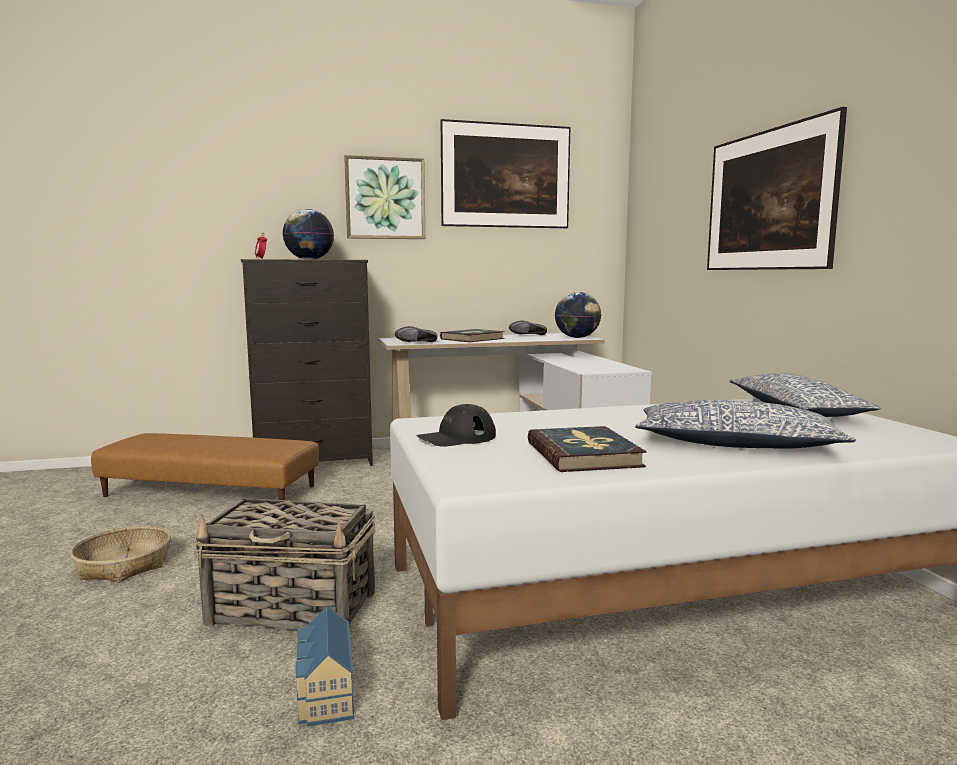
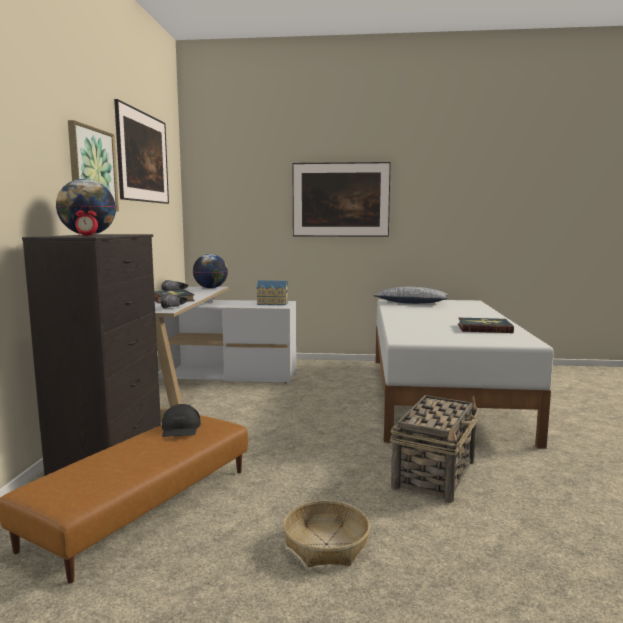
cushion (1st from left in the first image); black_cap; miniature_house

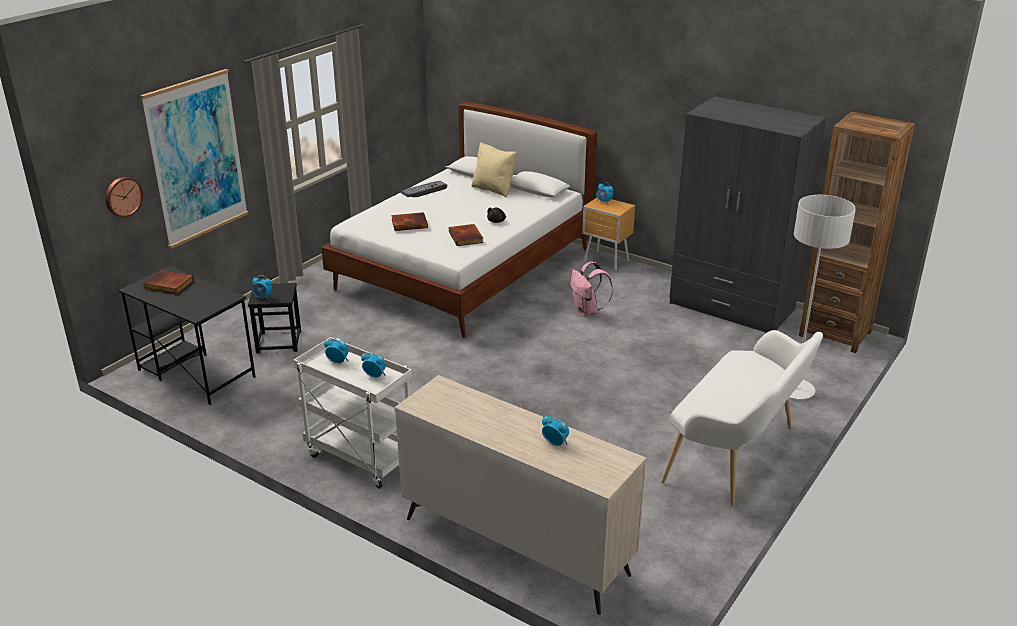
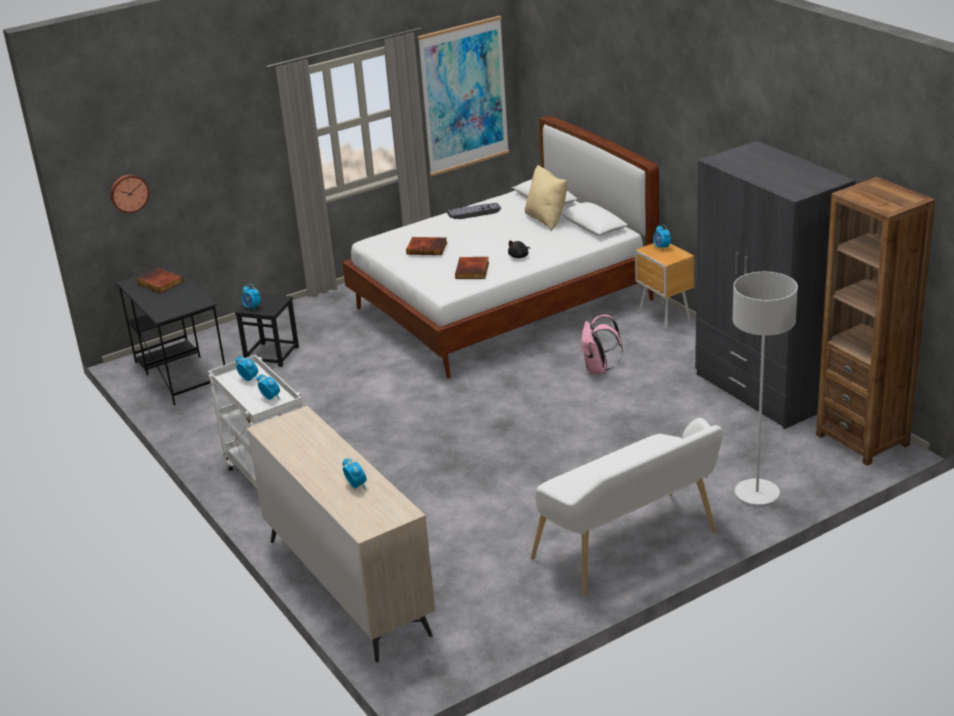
wall_picture

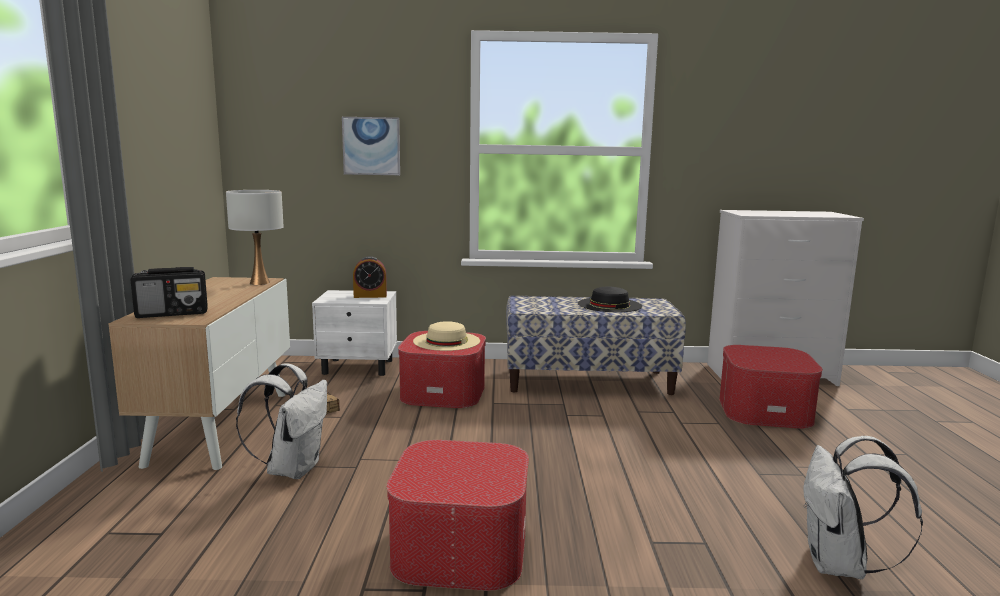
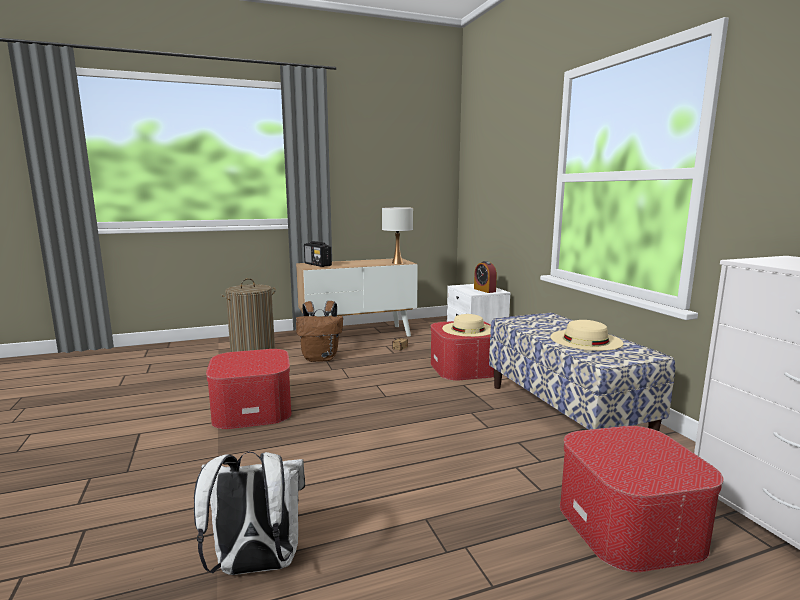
wall_picture; beige-coloured_clothing_hat (2nd from left); brown-coloured_knapsack; washing_basket

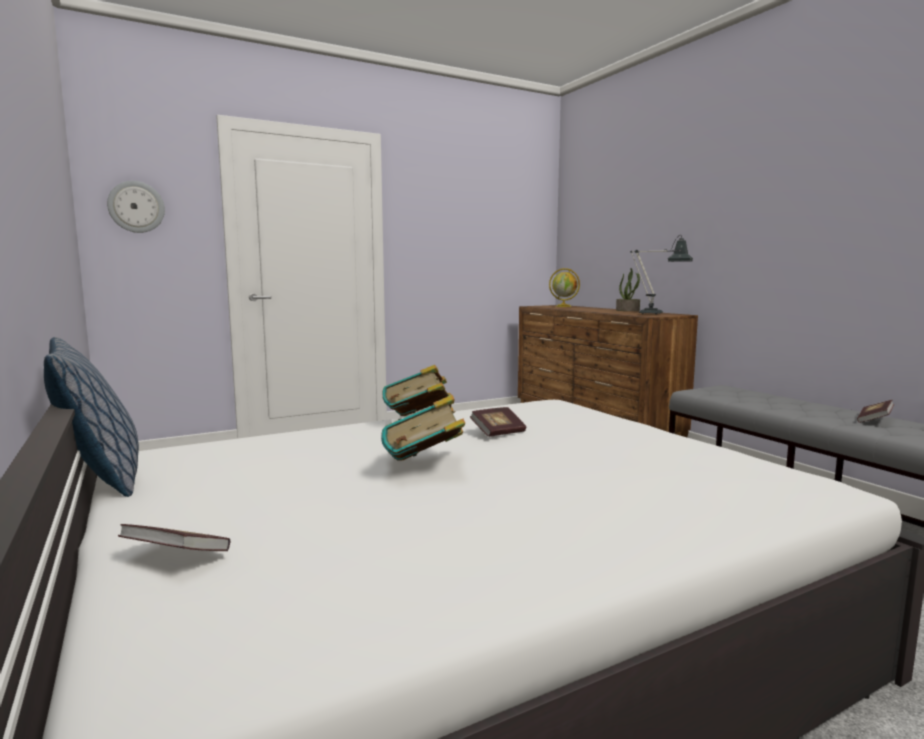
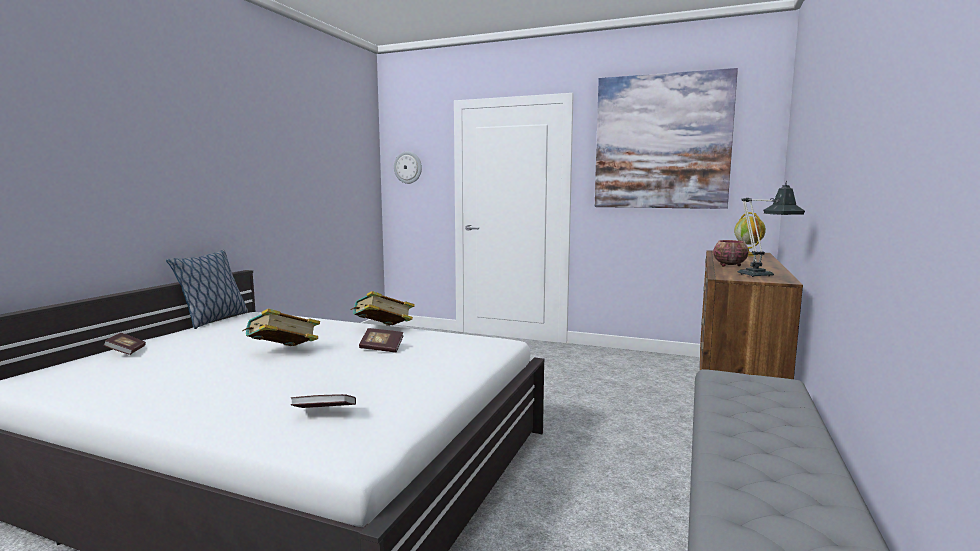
houseplant; volume (3rd from left); wall_picture; deep_dish

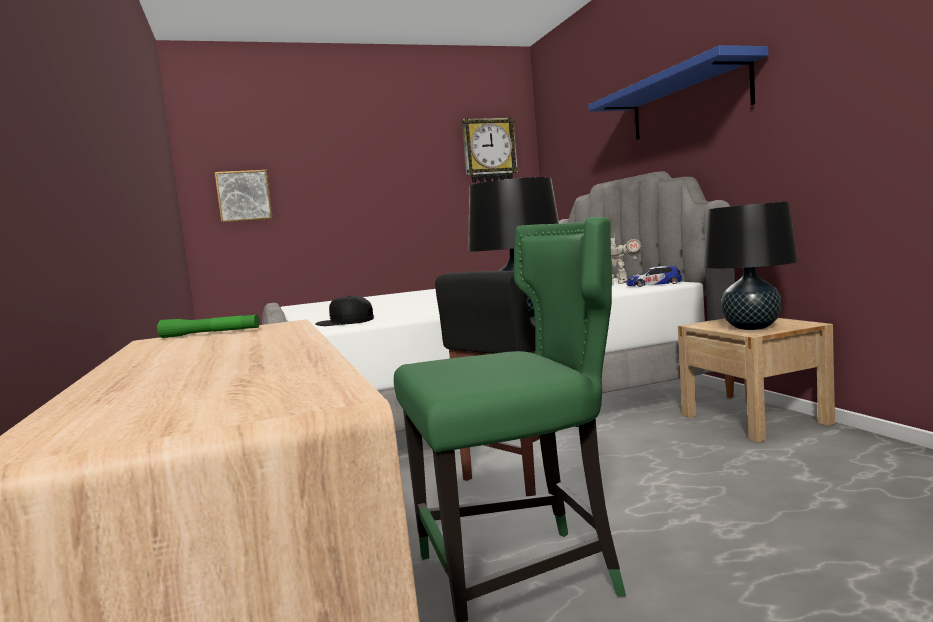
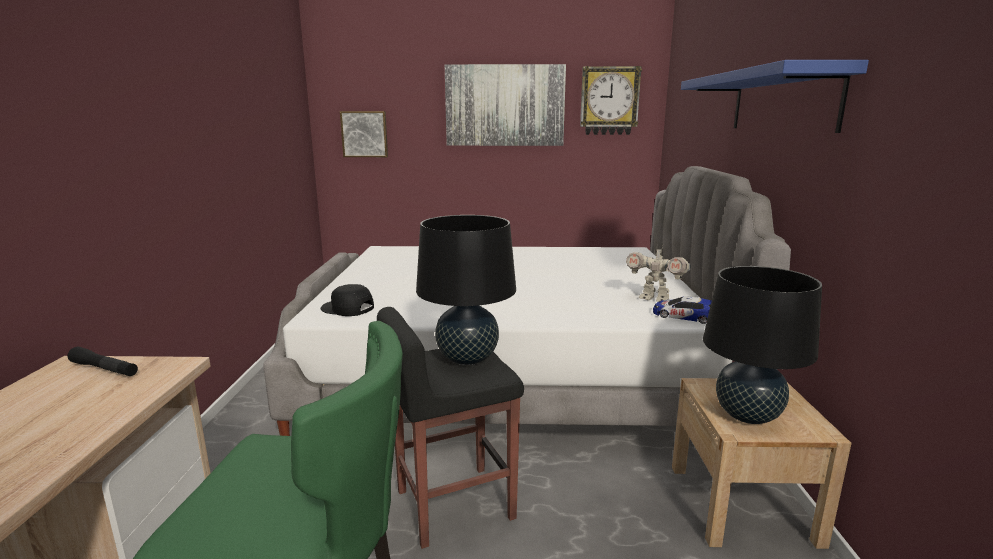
black_flashlight; wall_picture (2nd from left)

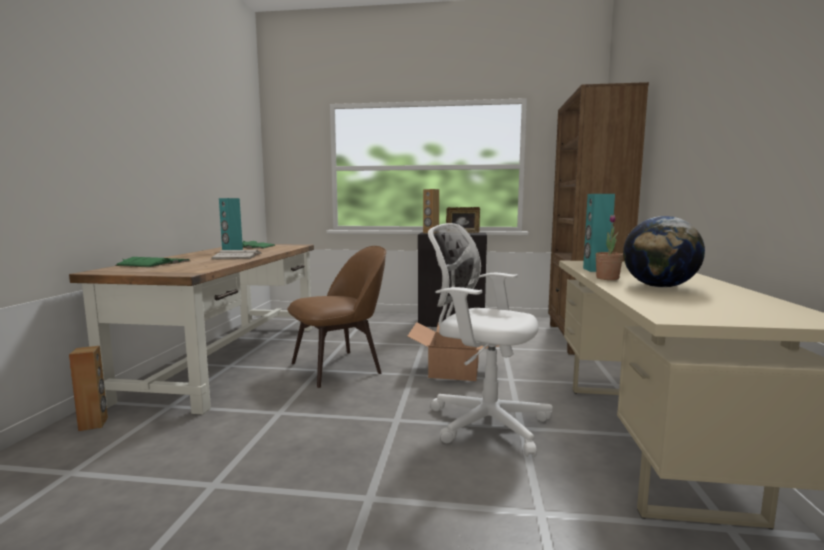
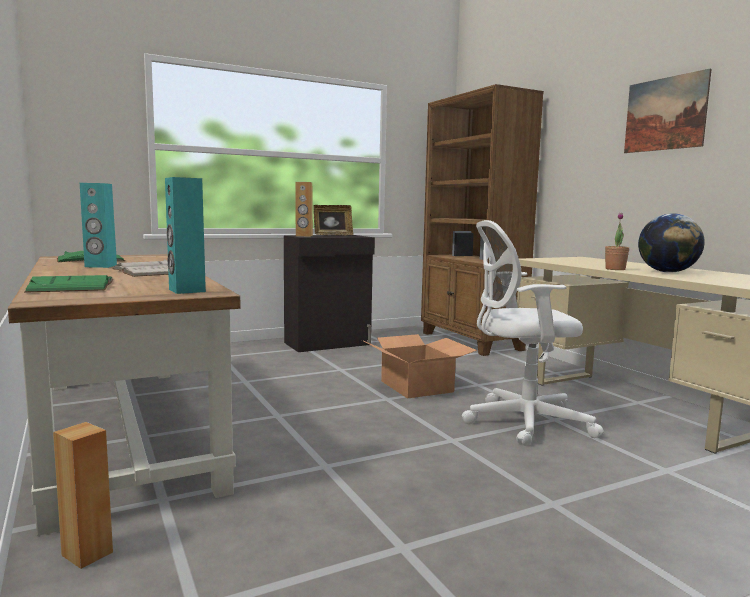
turquoise_loudspeaker (2nd from left); brown-coloured_chair; wall_picture

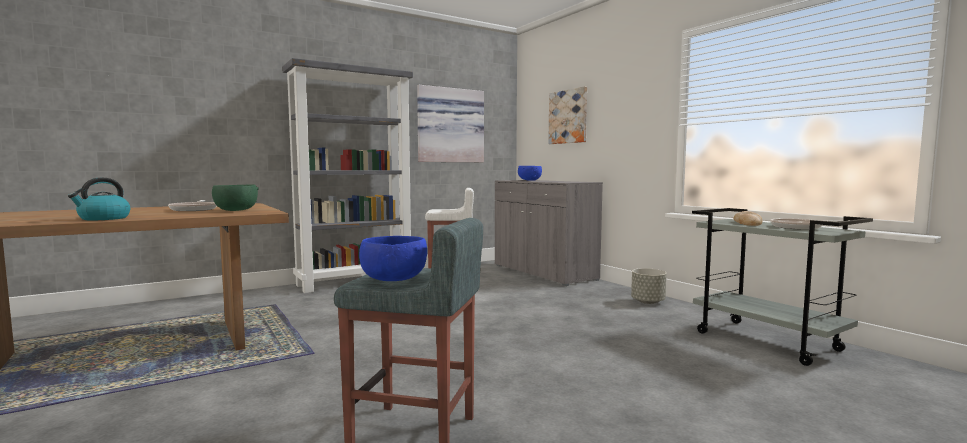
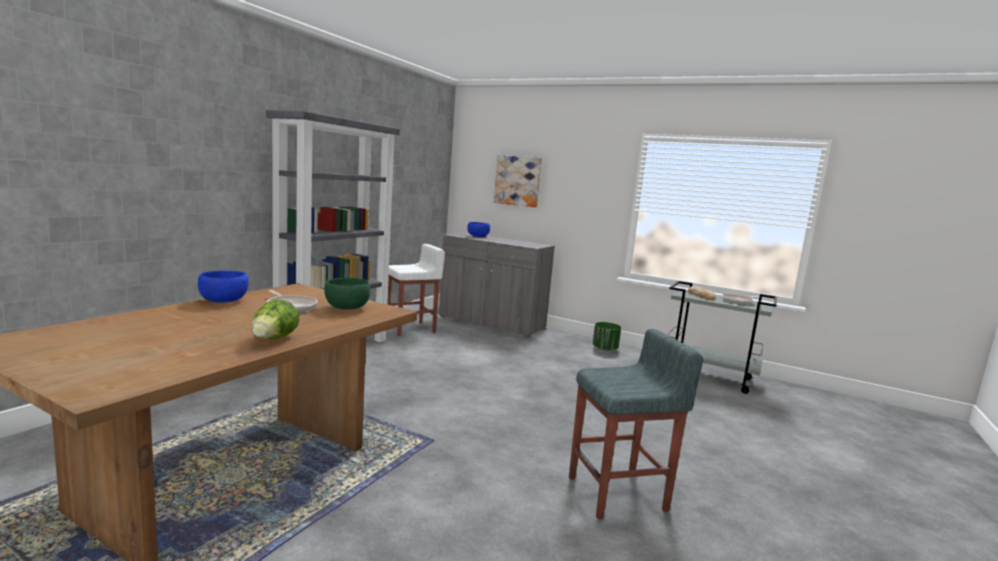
wall_picture (1st from left in the first image); head_of_lettuce; blue-coloured_deep_dish (1st from left); greenish_flower_pot

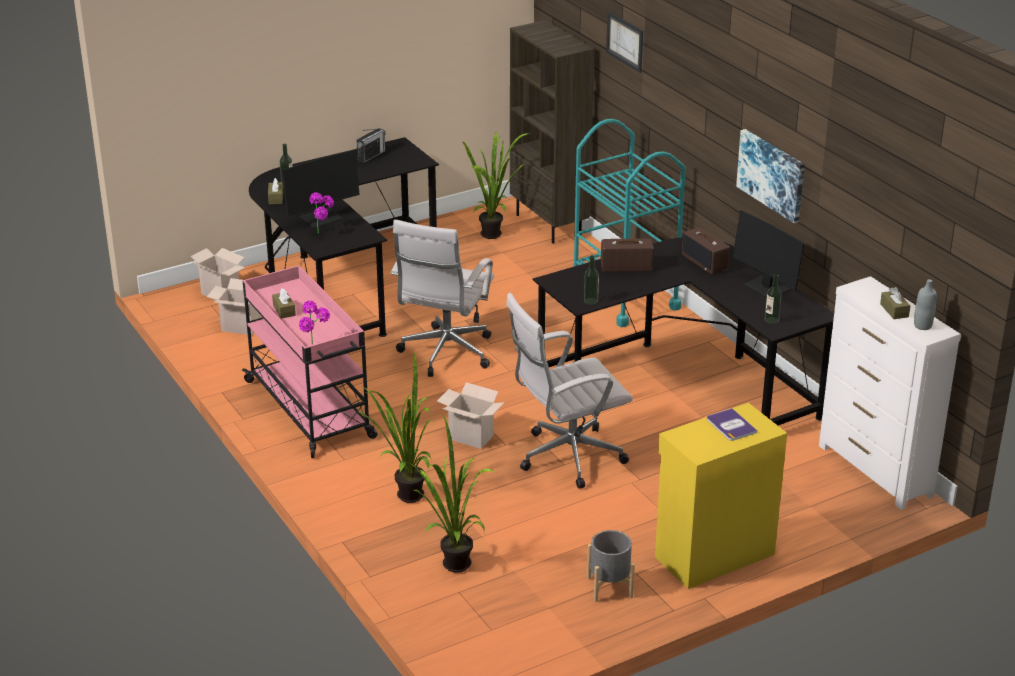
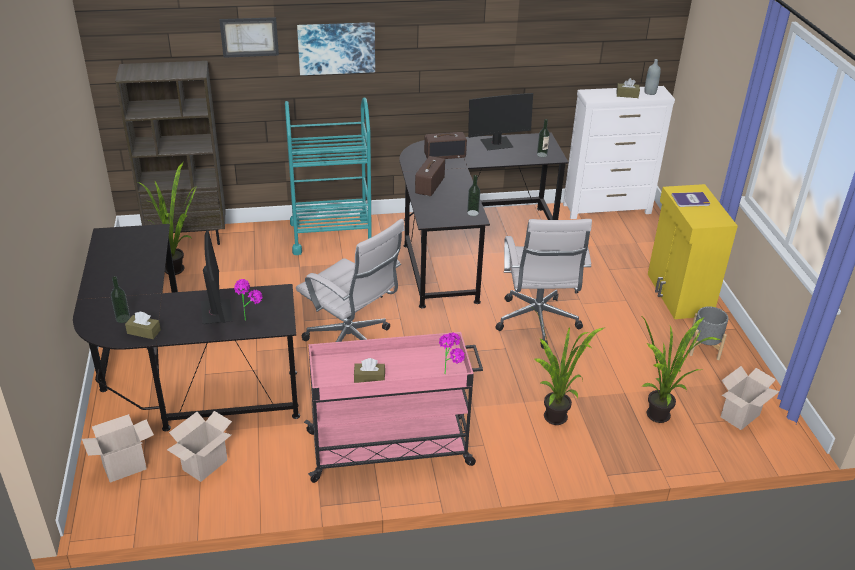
radio_receiver (1st from left in the first image); wall_picture (2nd from left); packing_box (3rd from left)

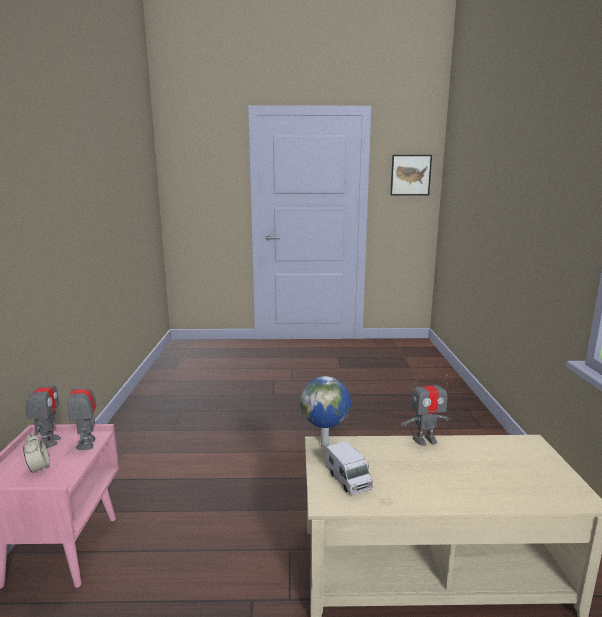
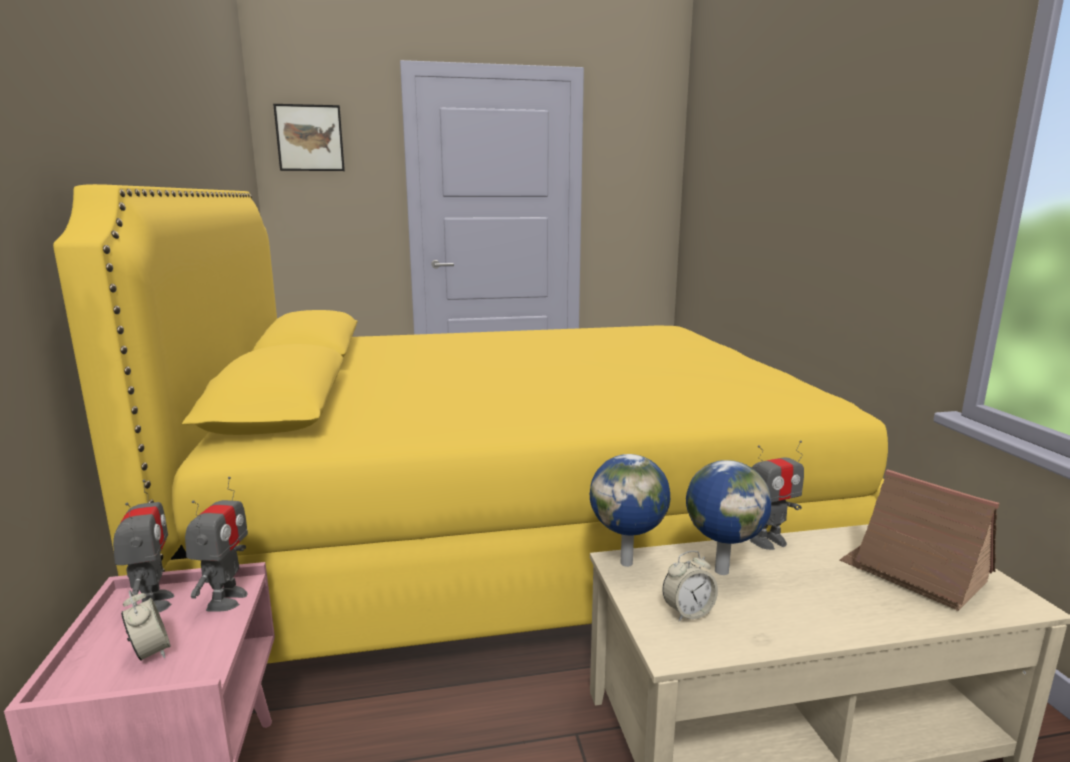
wall_picture; robot_figure (2nd from left); table_clock (2nd from left); yellow-coloured_bedroom_bed; globe (2nd from left); miniature_house

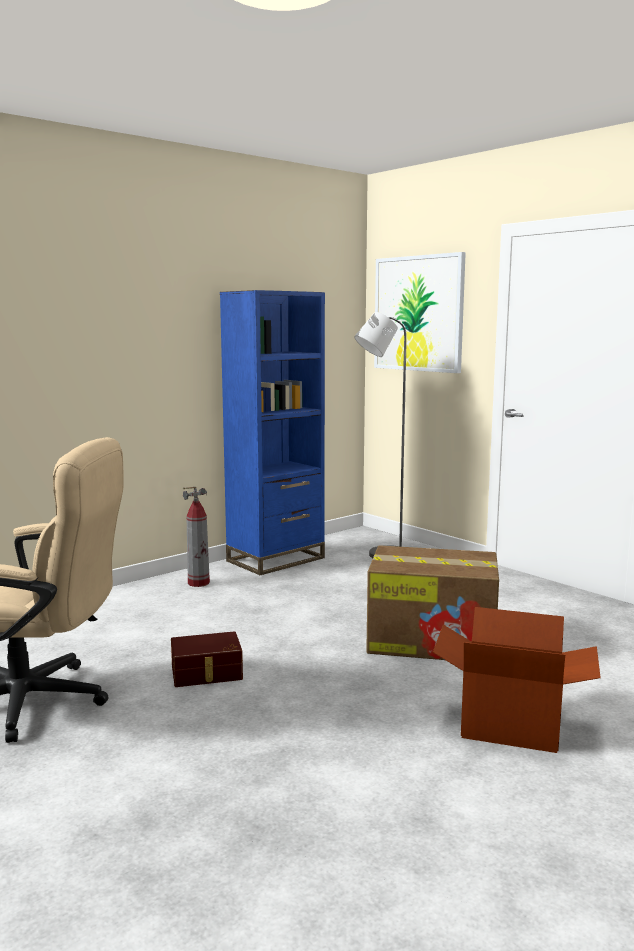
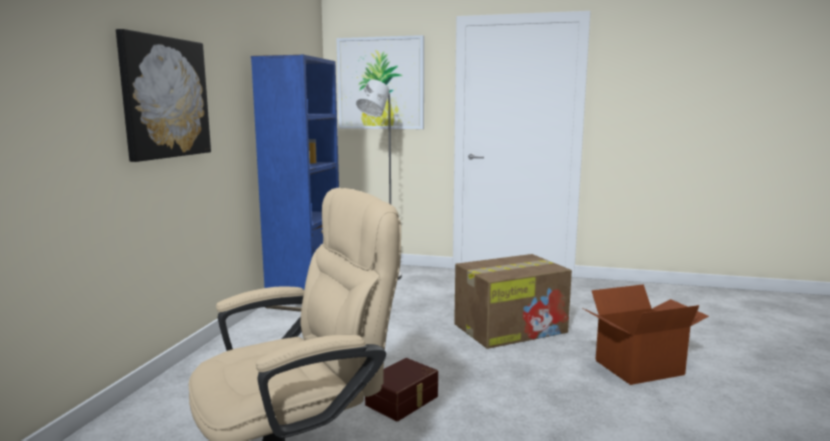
fire_extinguisher; wall_picture (1st from left)

